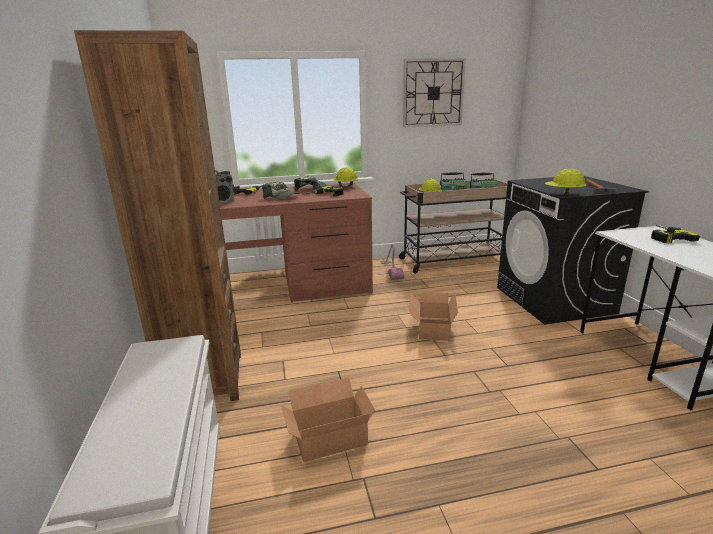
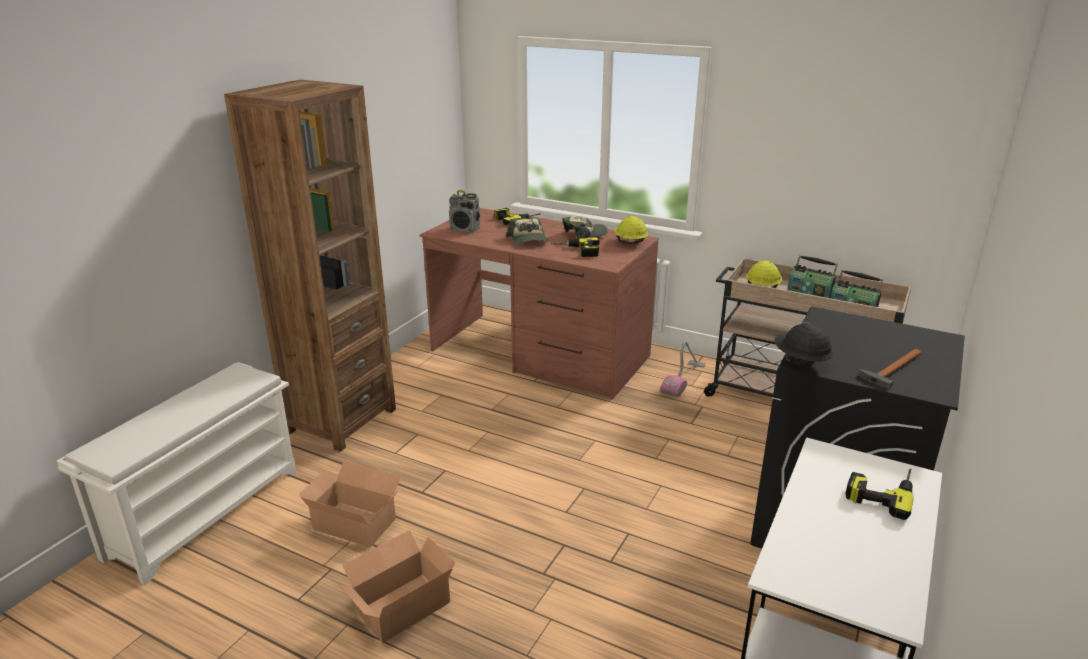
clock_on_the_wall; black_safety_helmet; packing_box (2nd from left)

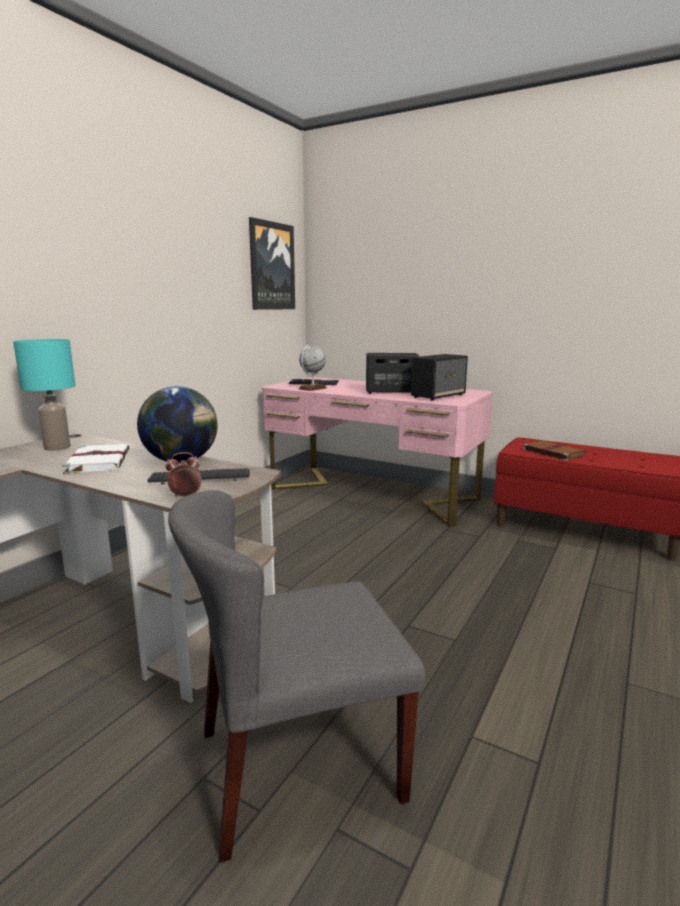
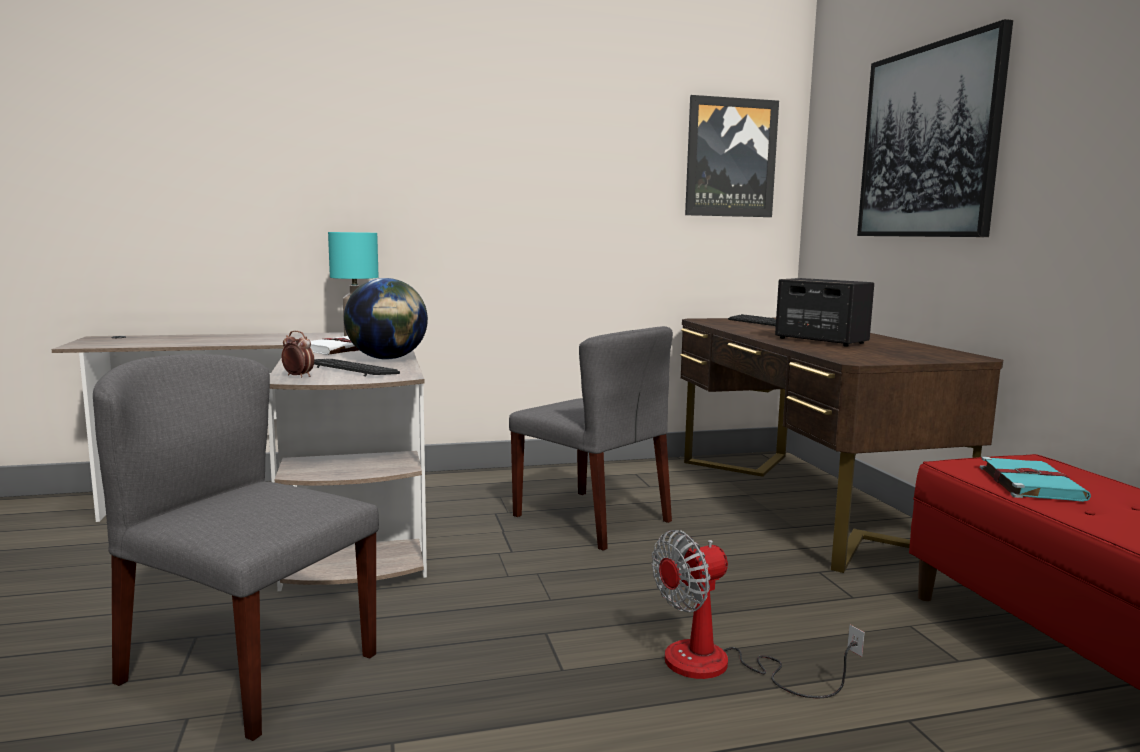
globe (2nd from left in the first image); loudspeaker (2nd from left in the first image); brown-coloured_desk_table (2nd from left); turquoise_volume; wall_picture (2nd from left); grey_chair (2nd from left); cooling_fan

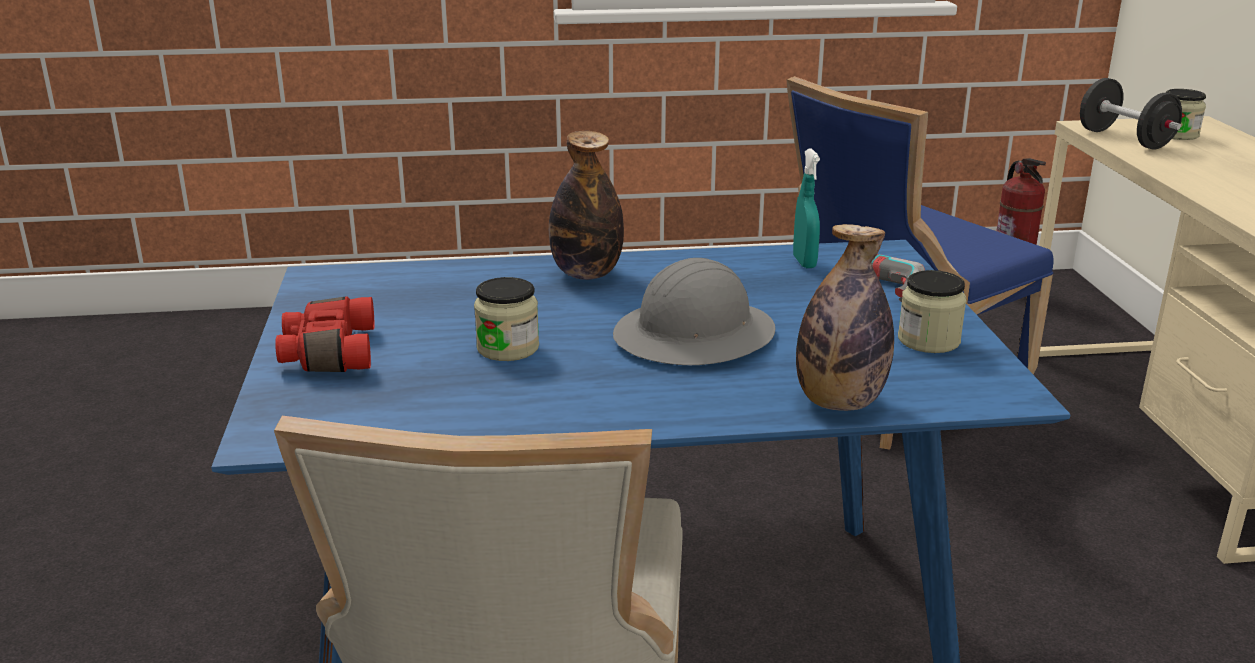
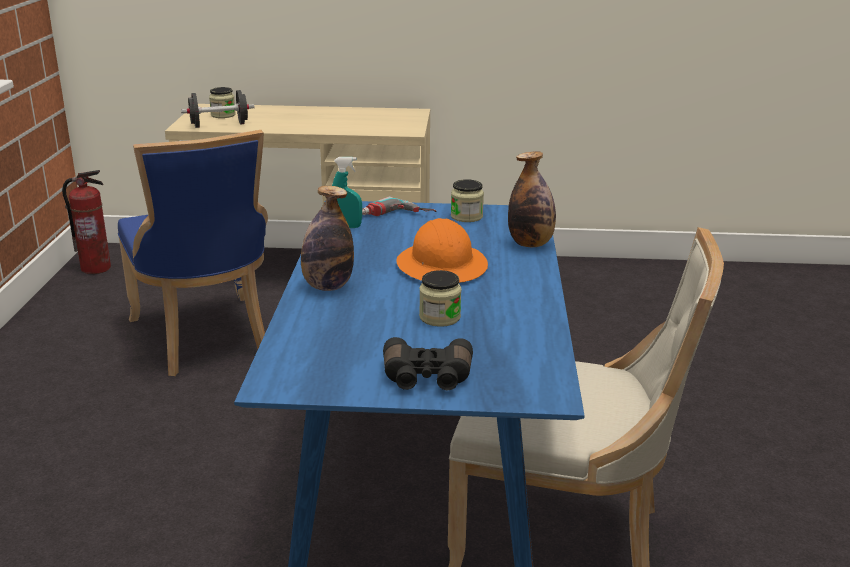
orange-coloured_safety_helmet; black_binoculars

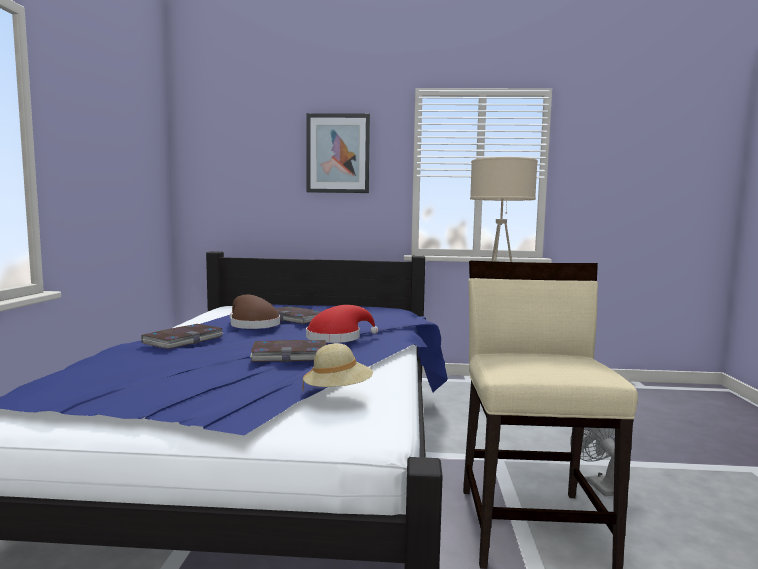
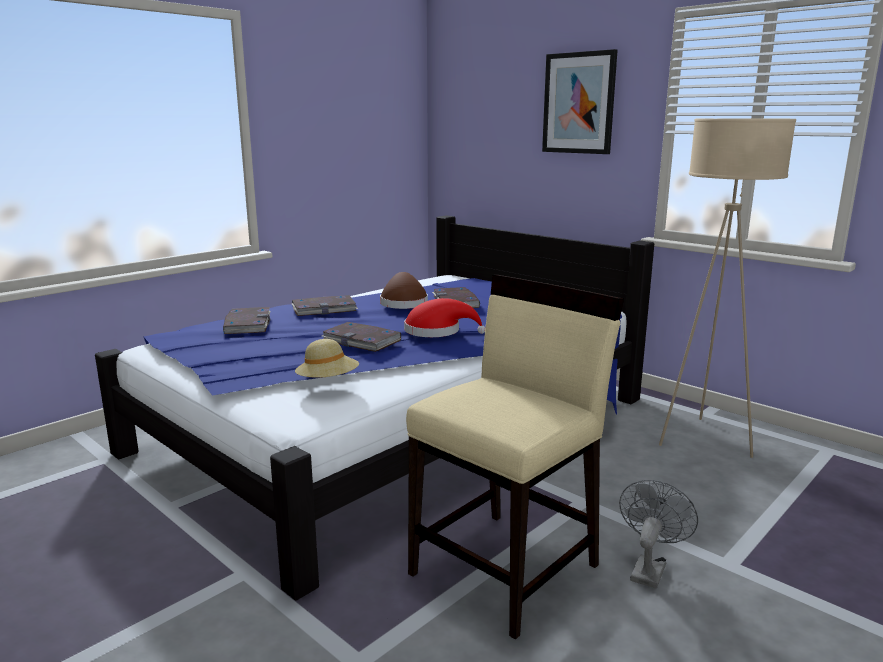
volume (1st from left)

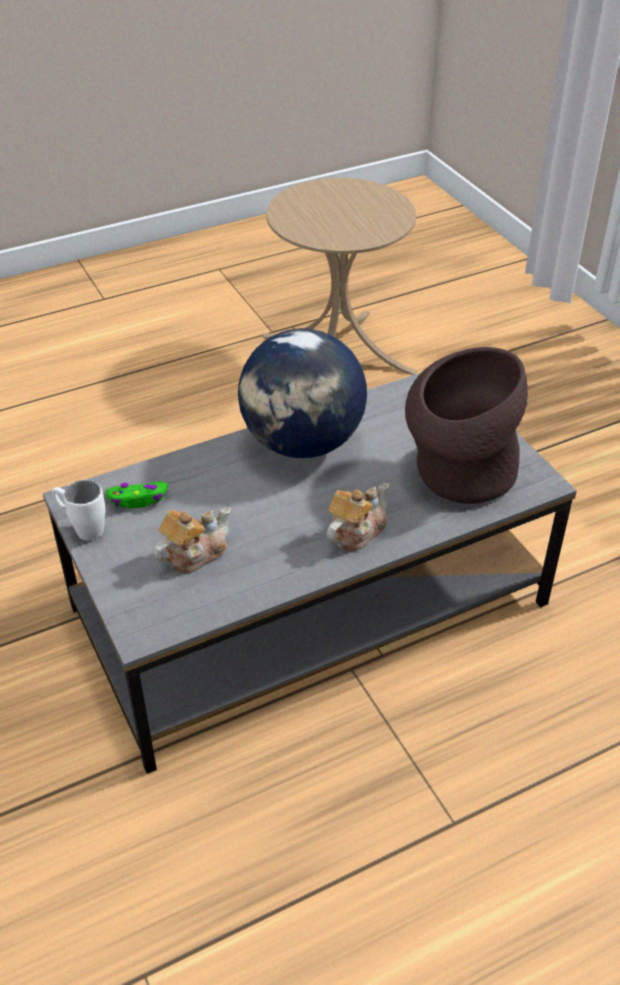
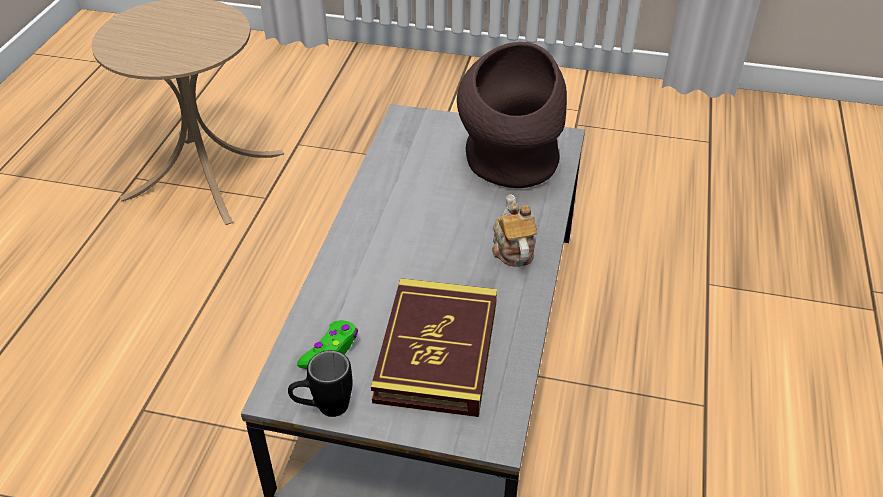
globe; black_mug; volume

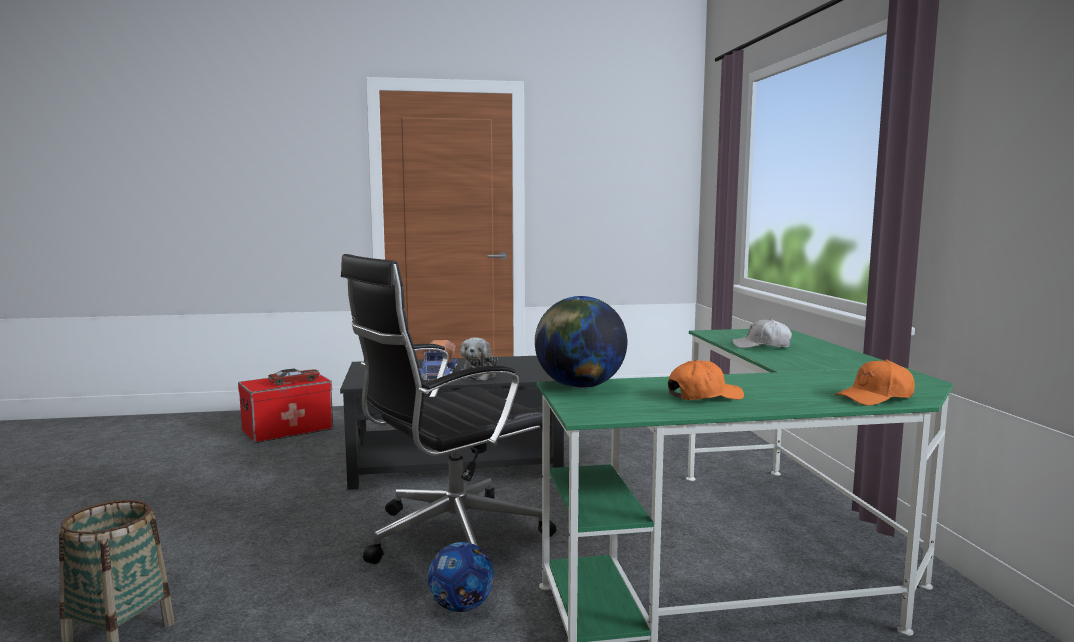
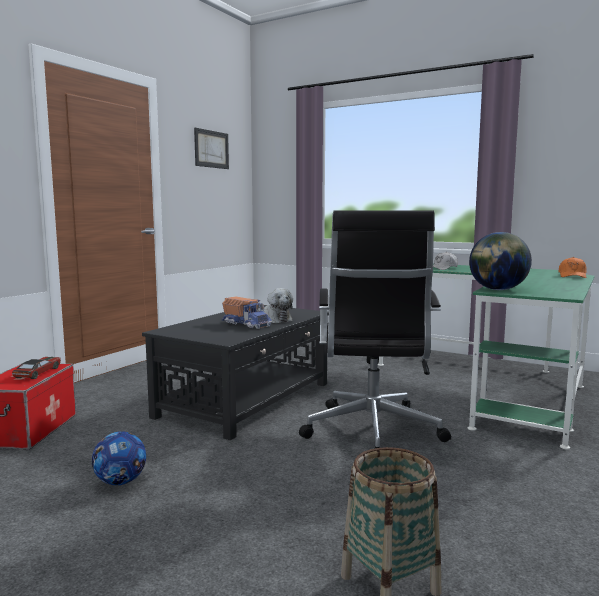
orange-coloured_cap (1st from left in the first image); football_ball; wall_picture

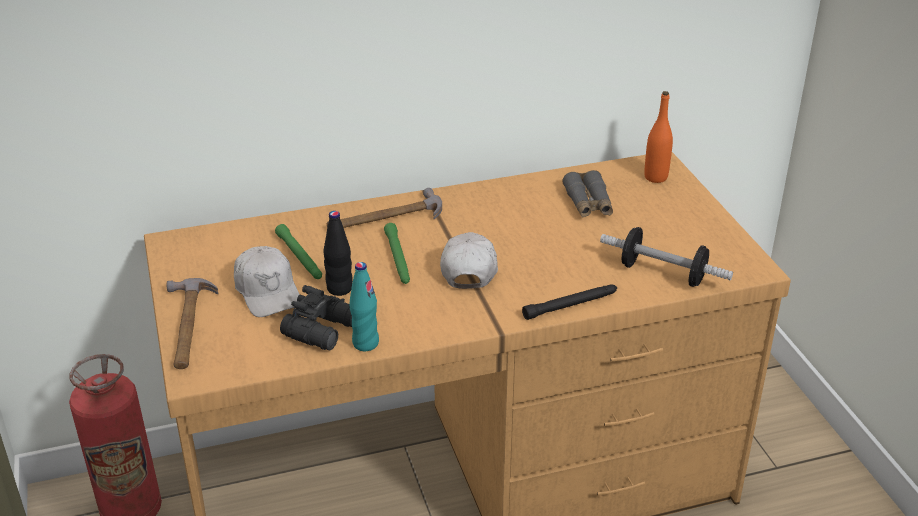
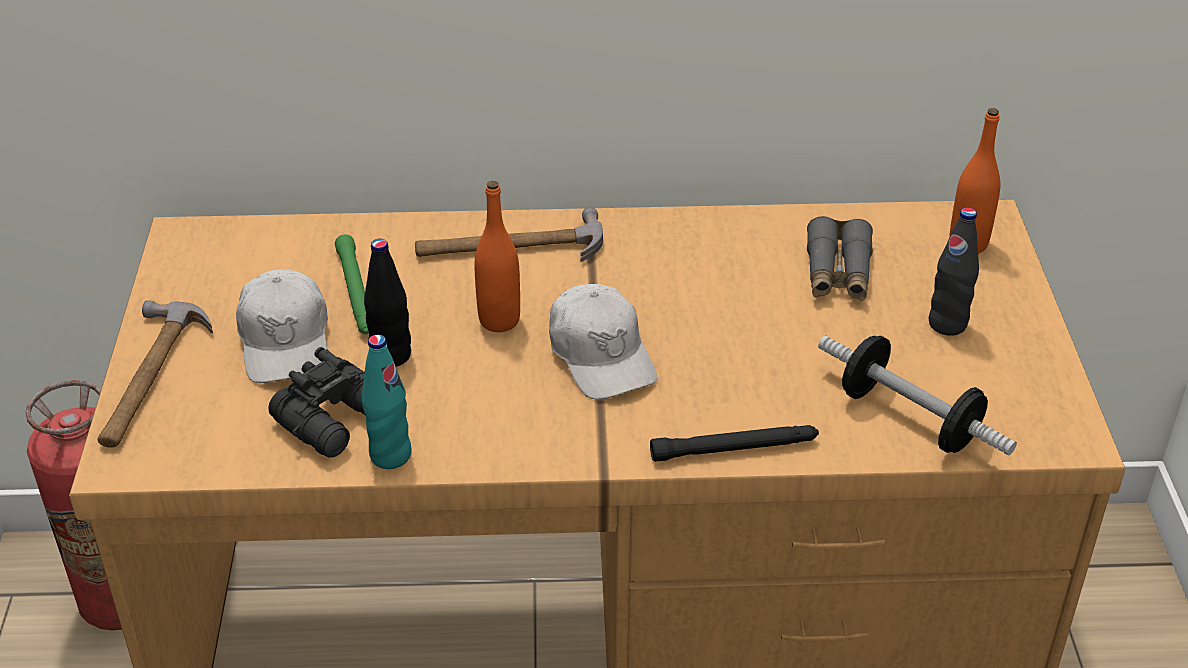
orange-coloured_drink_bottle (1st from left); white-coloured_cap (2nd from left); black_drink_bottle (2nd from left)

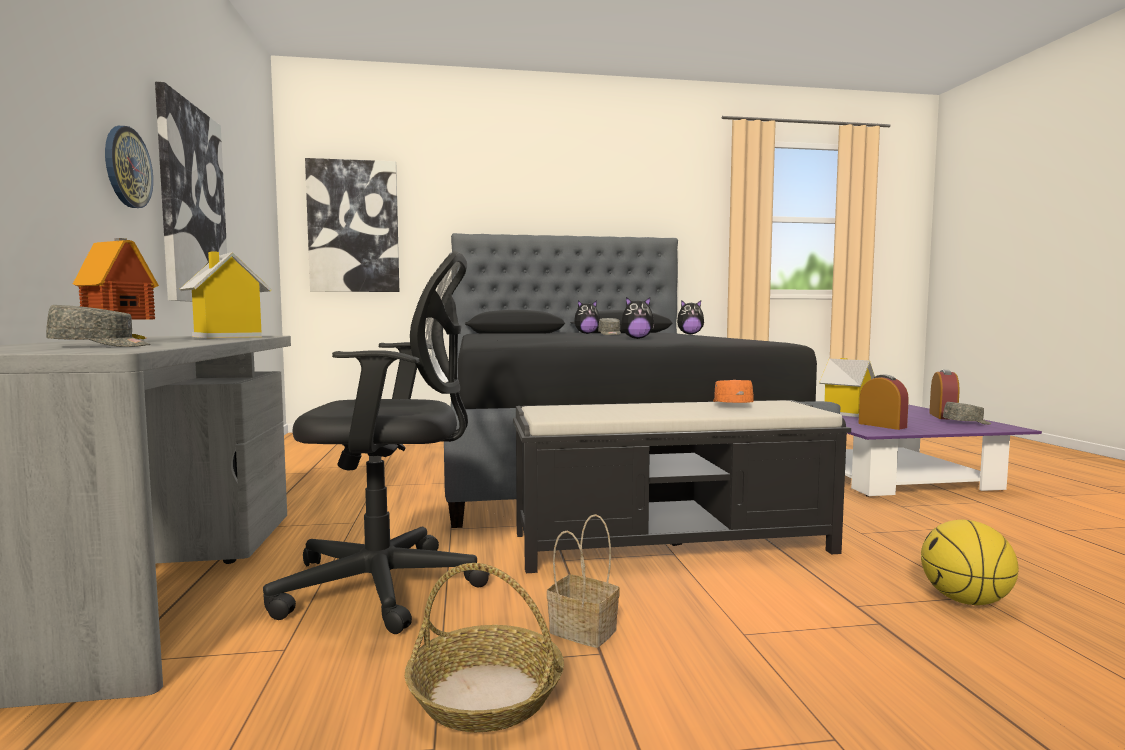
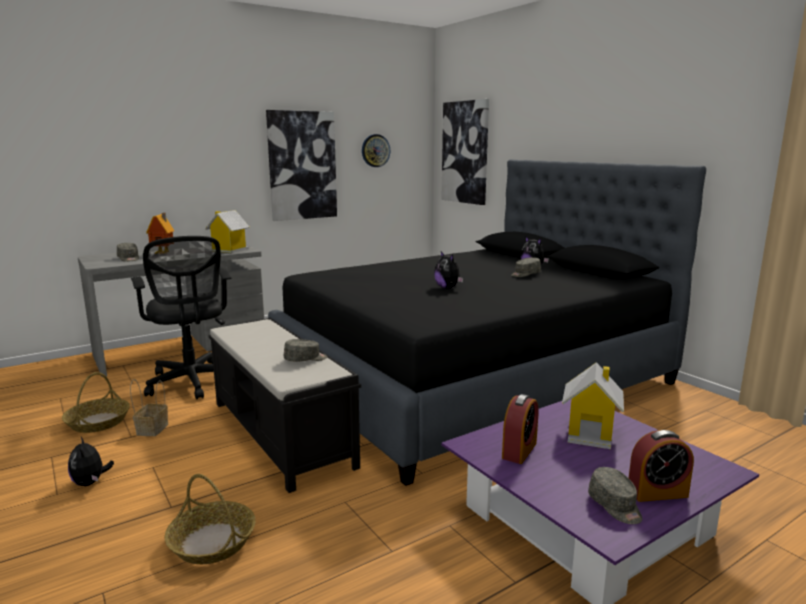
clock_on_the_wall; cuddly_toy (1st from left); grey_cap (2nd from left); storage_basket (3rd from left)

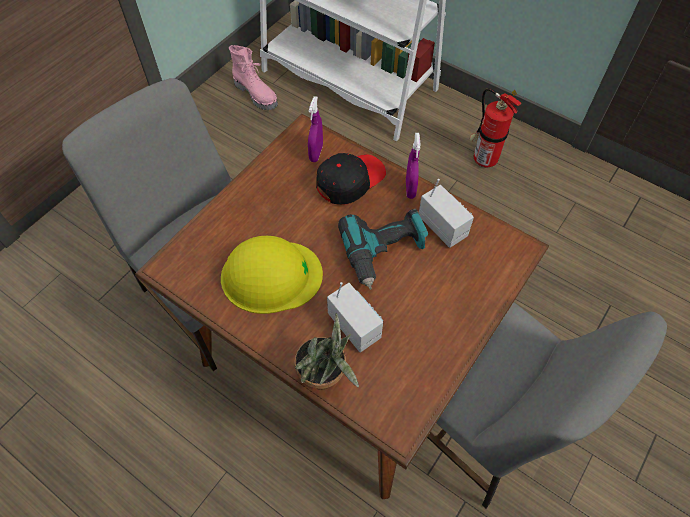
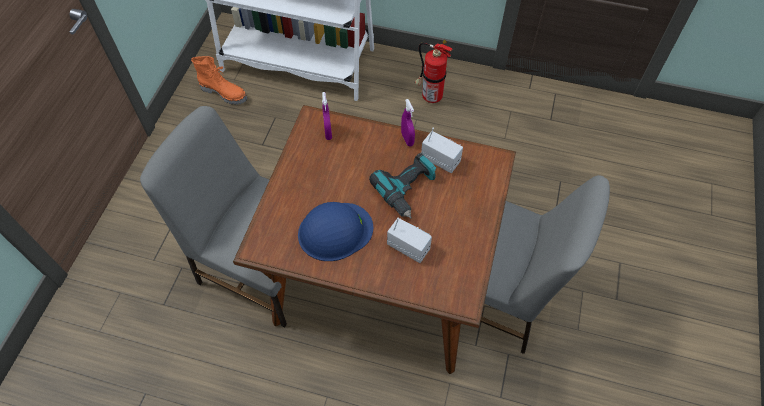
orange-coloured_boot; black_cap; blue-coloured_safety_helmet; houseplant

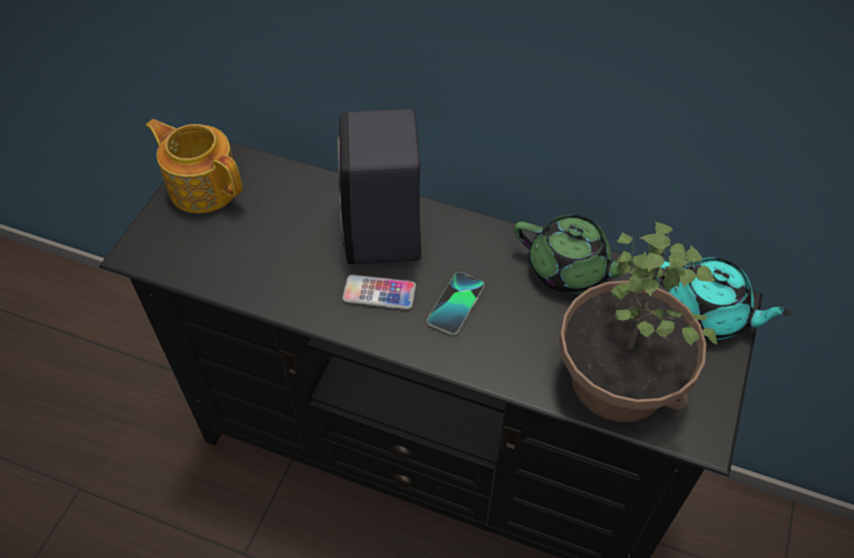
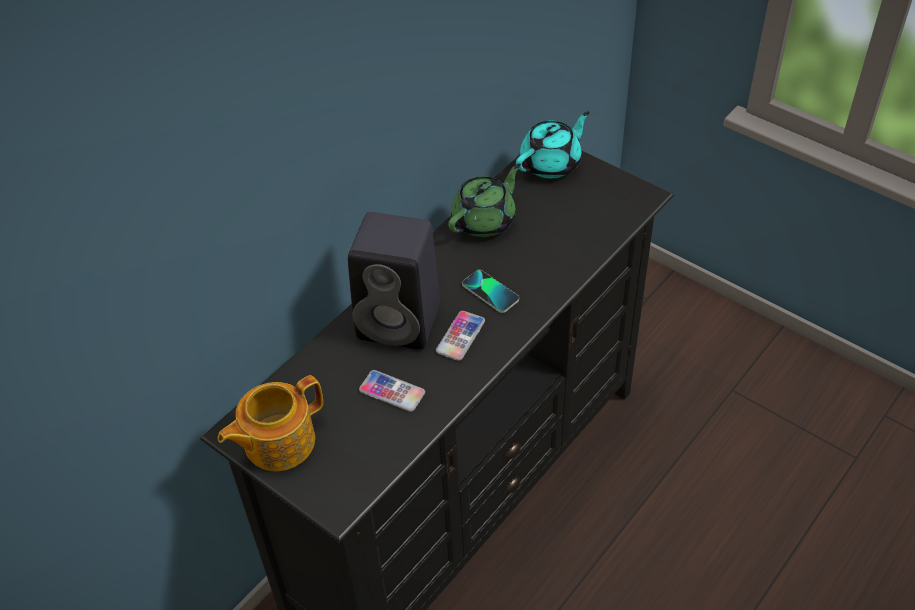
houseplant; telephone (1st from left)

